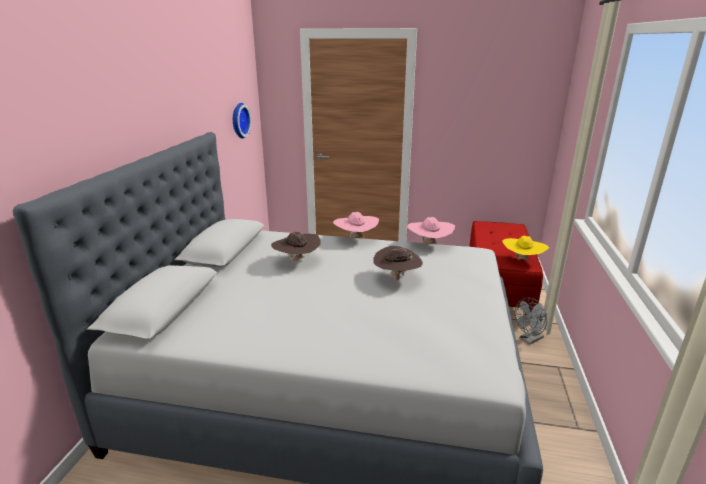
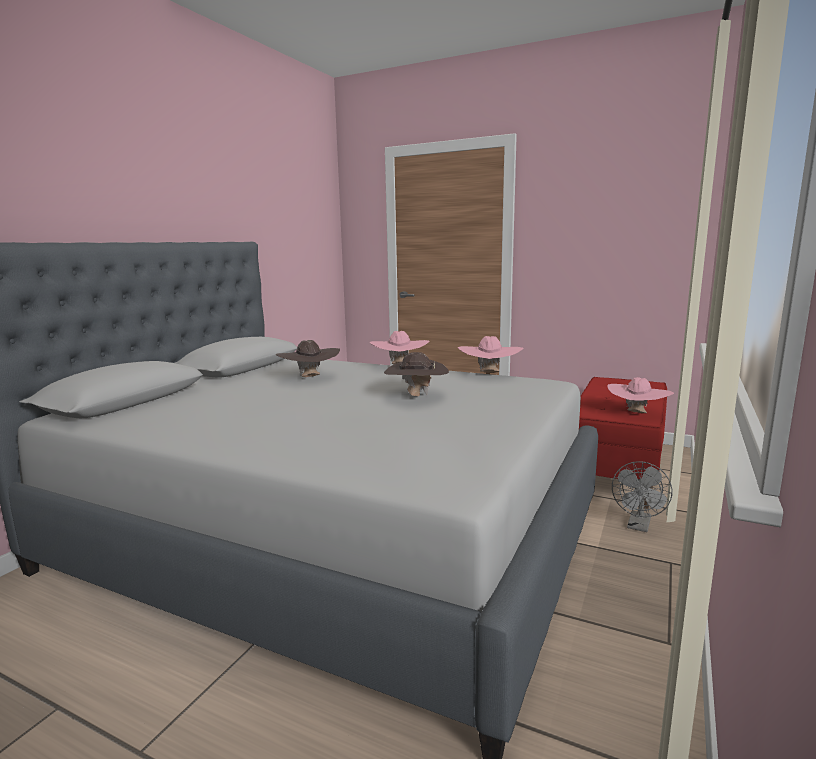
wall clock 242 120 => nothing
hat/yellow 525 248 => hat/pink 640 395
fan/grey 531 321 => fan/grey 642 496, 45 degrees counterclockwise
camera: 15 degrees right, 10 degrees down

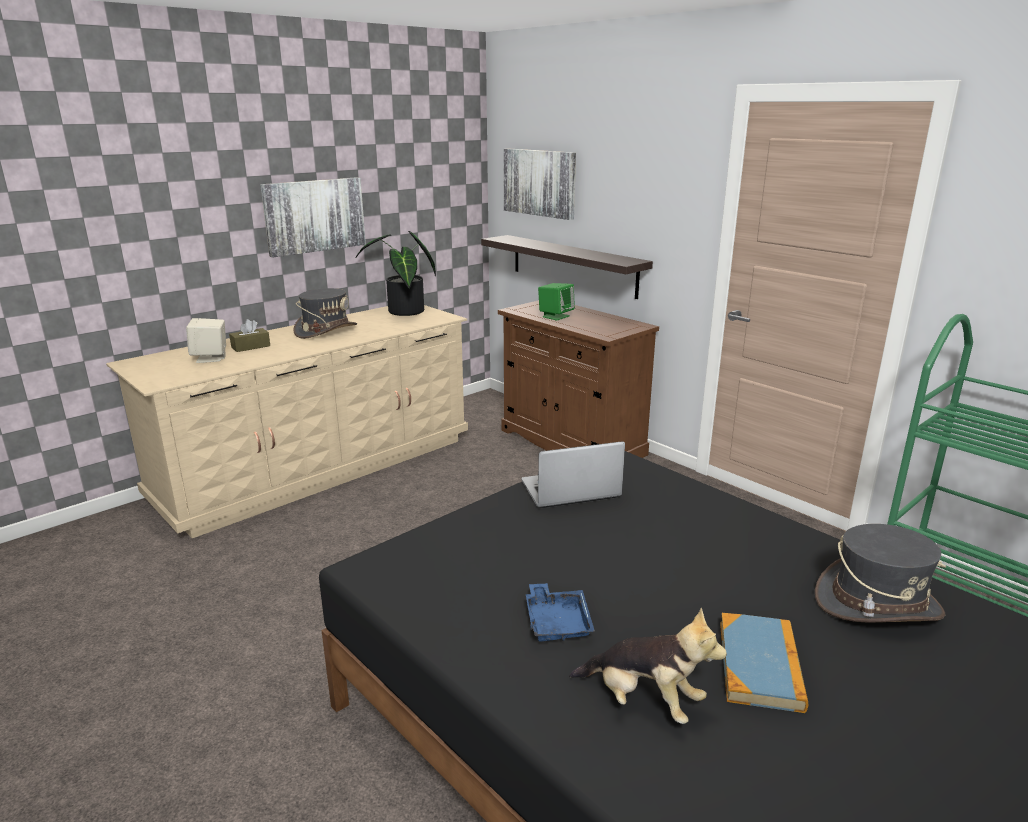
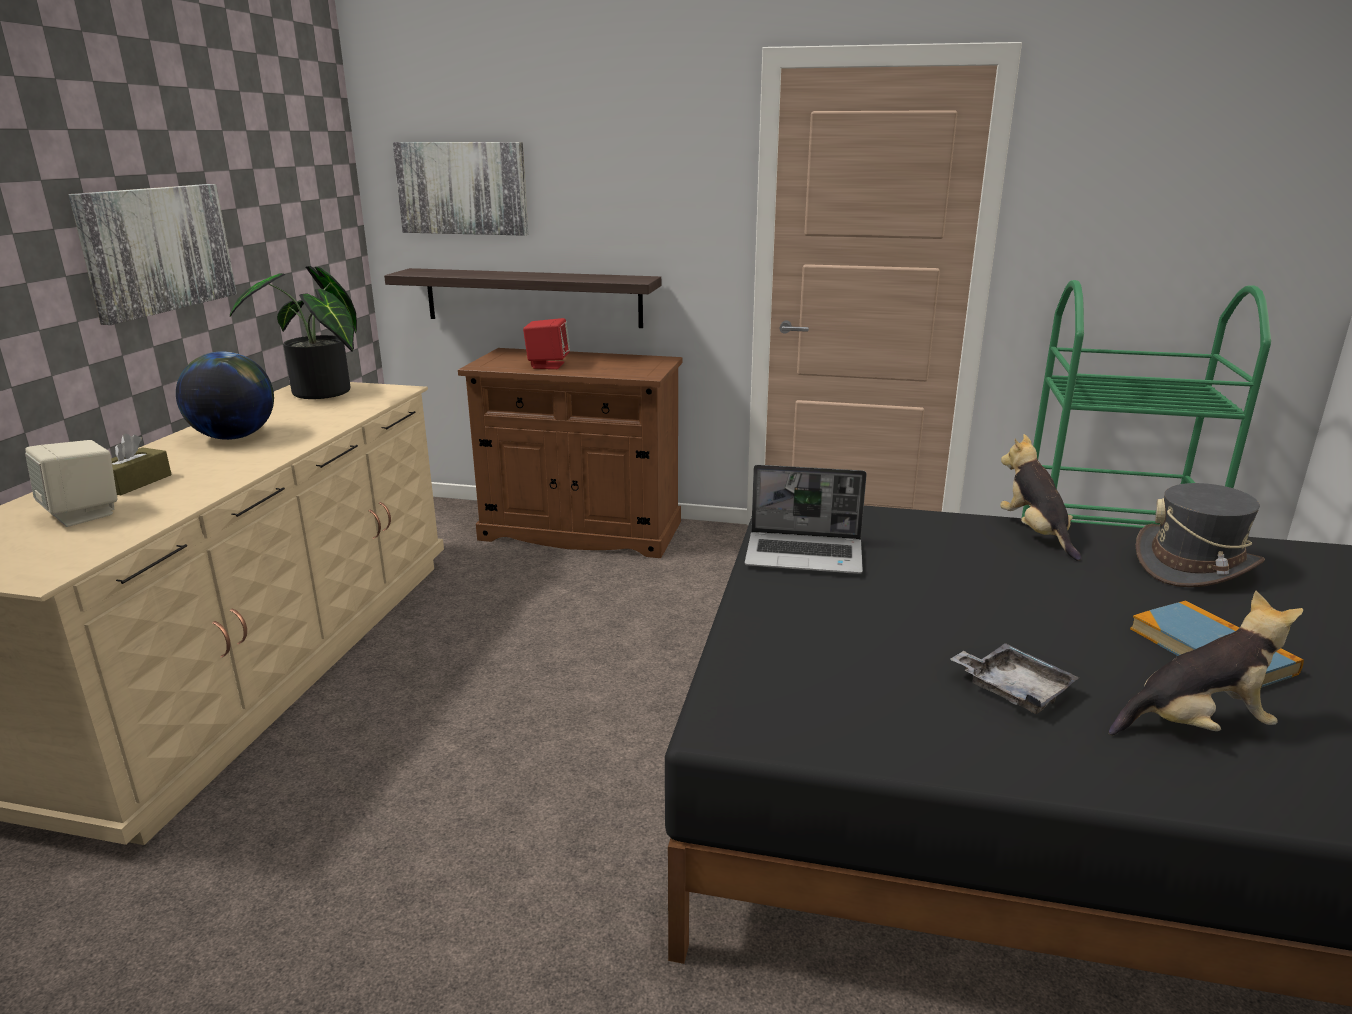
speaker/green 556 302 => speaker/red 546 343
hat/grey 325 313 => globe 225 395
laptop 573 474 => laptop 806 519, 120 degrees counterclockwise
tray/blue 560 612 => tray/grey 1014 678
nothing => plush toy 1041 497
camera: 35 degrees left, 0 degrees up

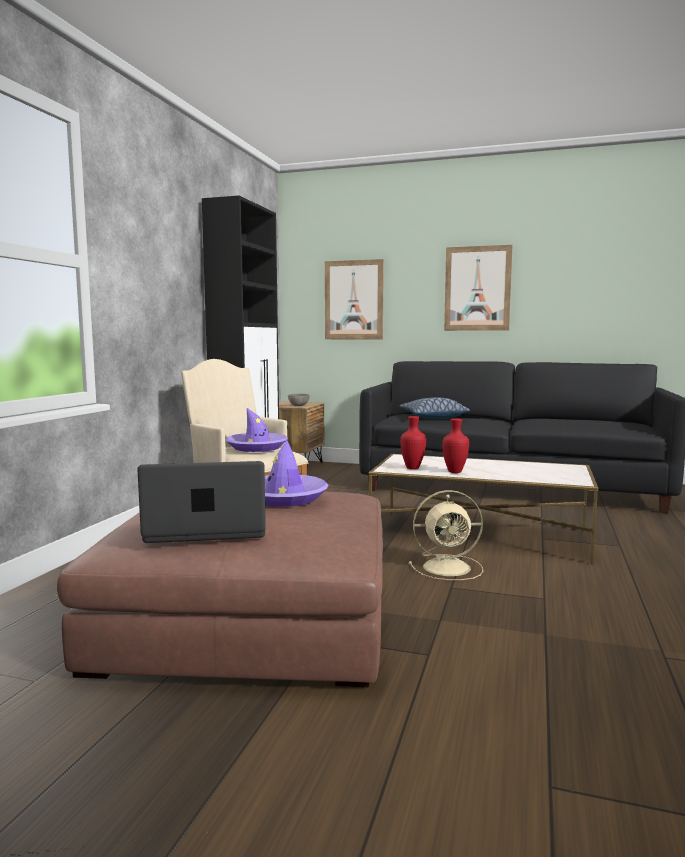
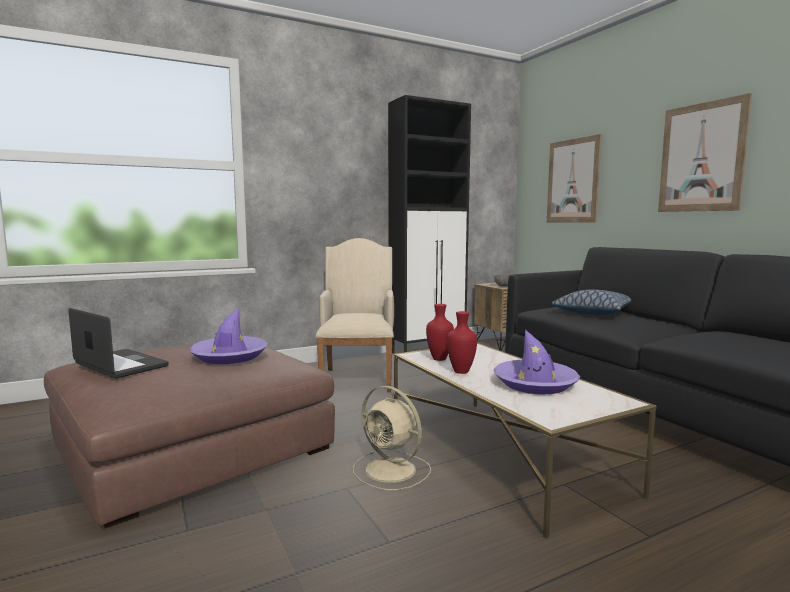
hat/purple 256 430 => hat/purple 536 362, relocated
camera: 45 degrees right, 0 degrees up

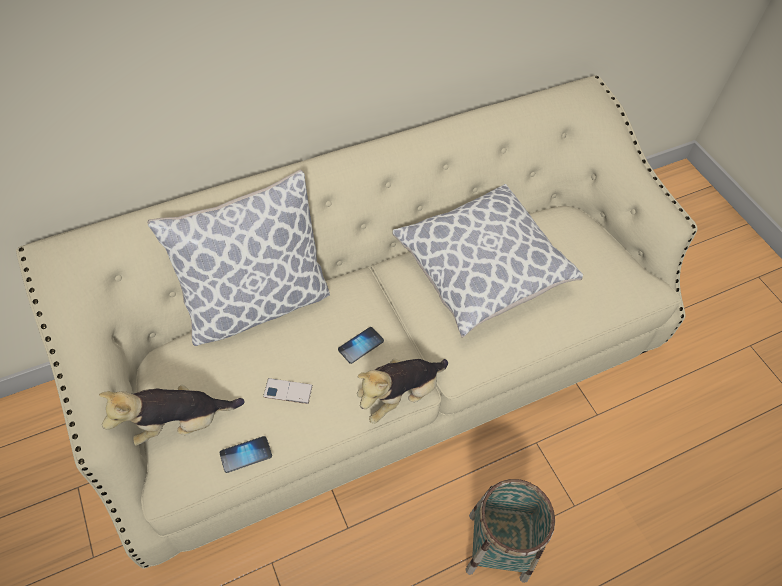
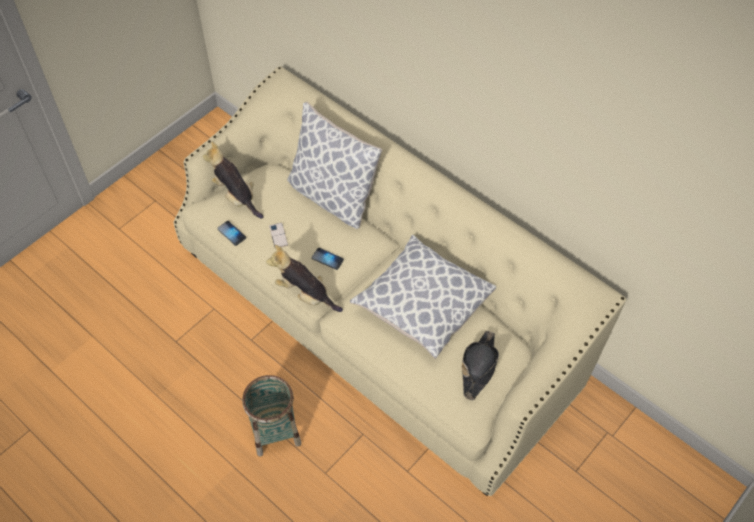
nothing => hat/black 480 365
camera: 70 degrees right, 0 degrees up

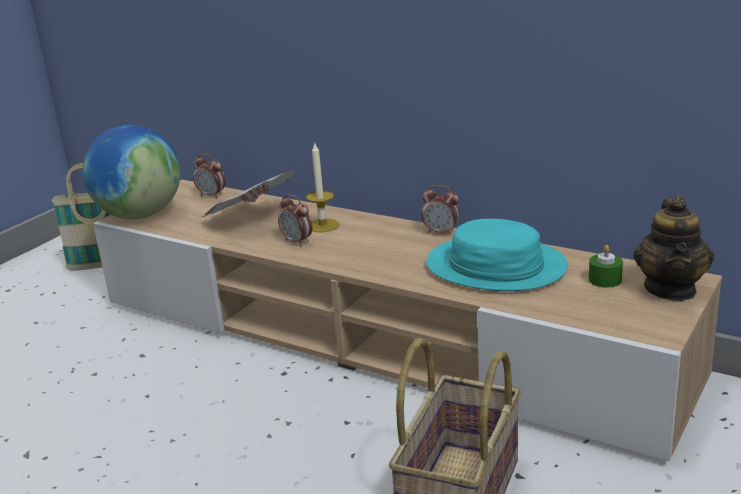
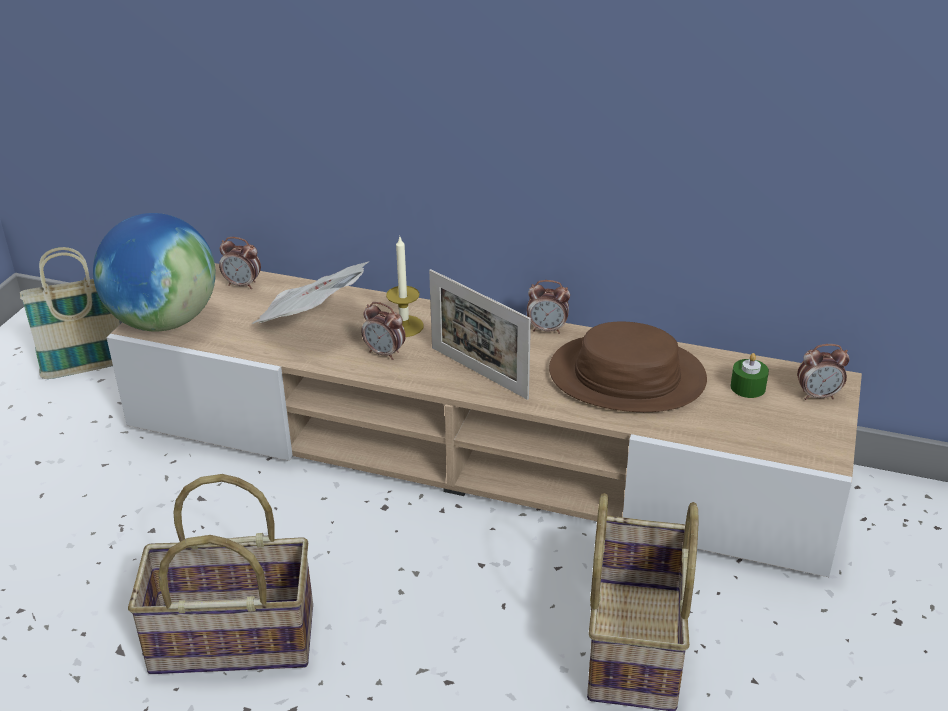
teapot 673 248 => alarm clock 823 372
hat/turquoise 497 255 => hat/brown 628 367
nothing => picture frame 480 334
nothing => basket 220 574
camera: 15 degrees left, 10 degrees up

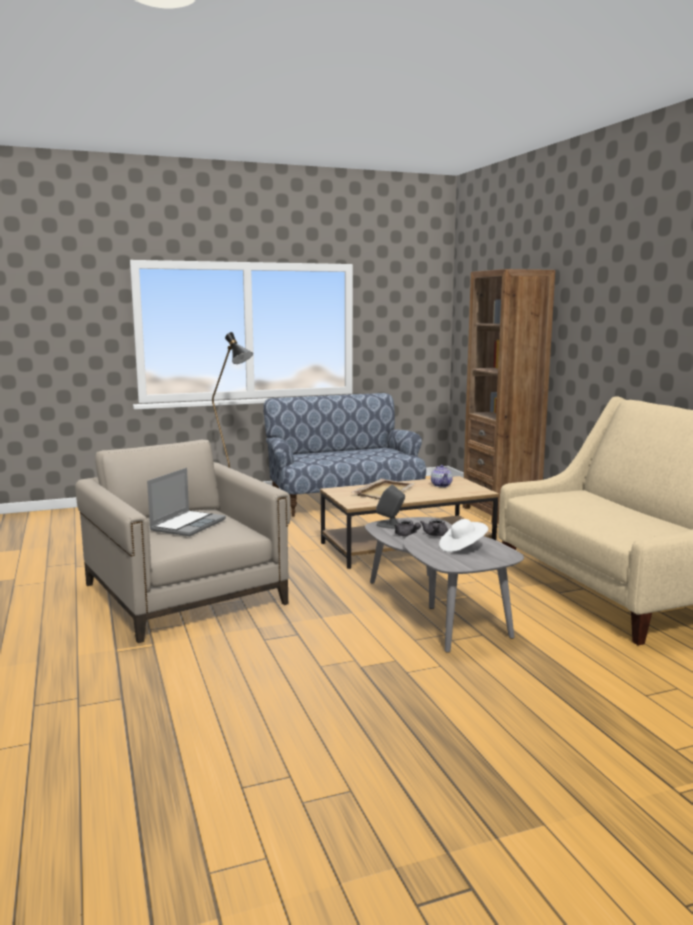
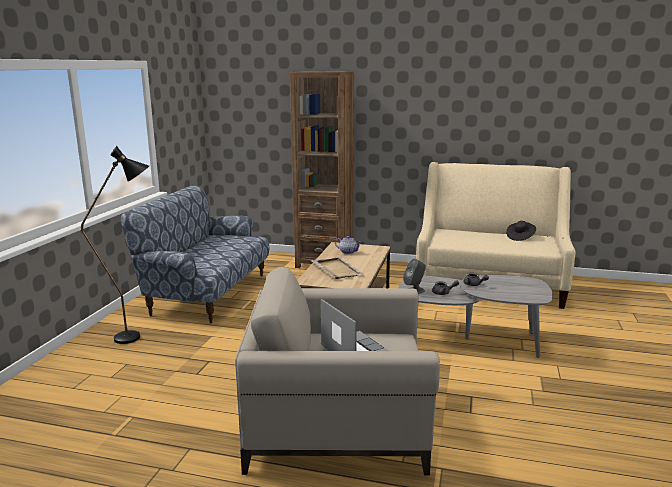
hat/white 463 535 => nothing
nothing => hat/black 521 231
camera: 55 degrees left, 5 degrees up

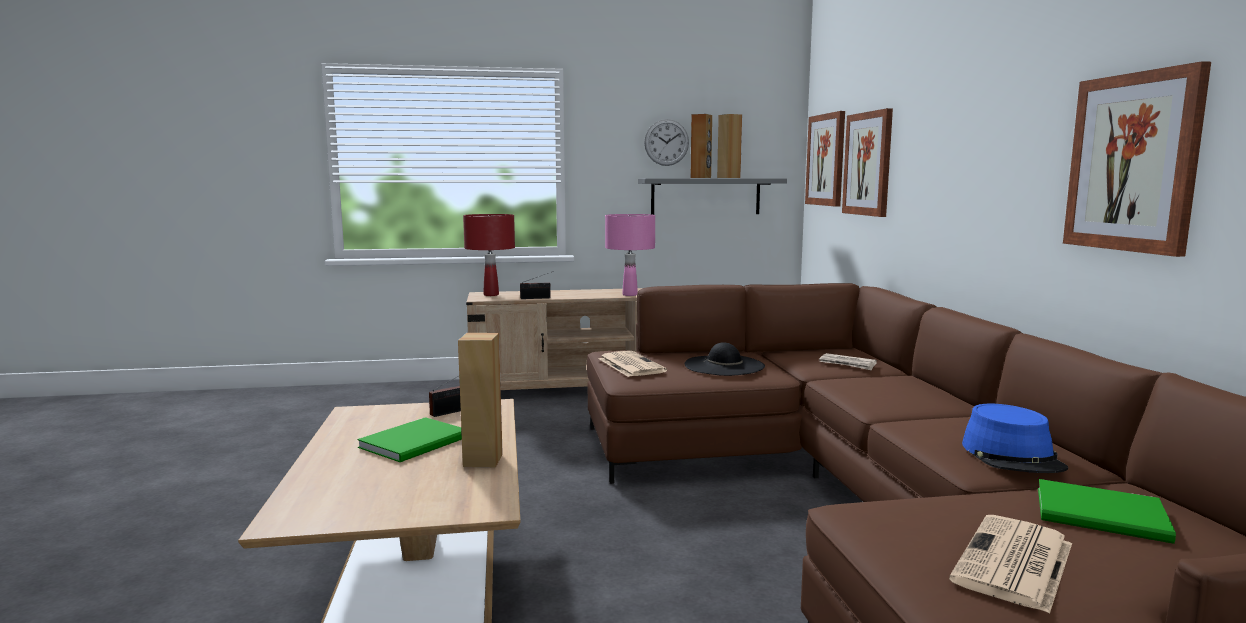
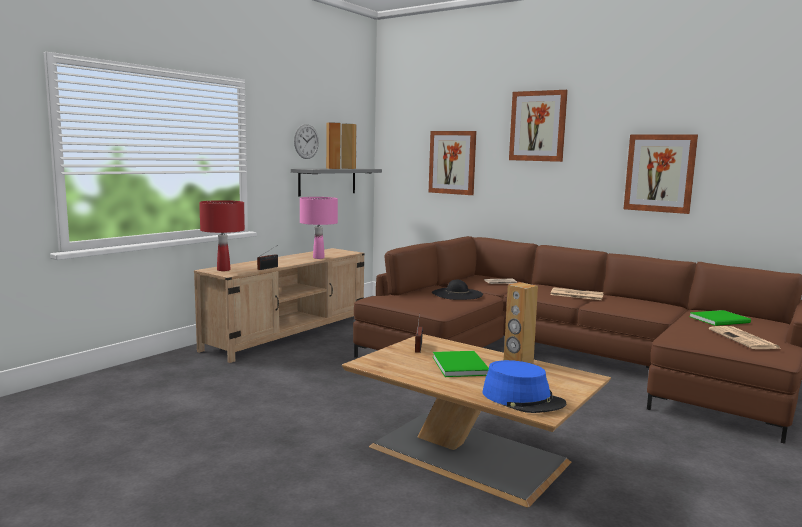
picture 825 159 => picture 538 126, relocated
newspaper 633 364 => newspaper 577 293, relocated
hat/blue 1015 438 => hat/blue 524 386, relocated
camera: 45 degrees left, 0 degrees up

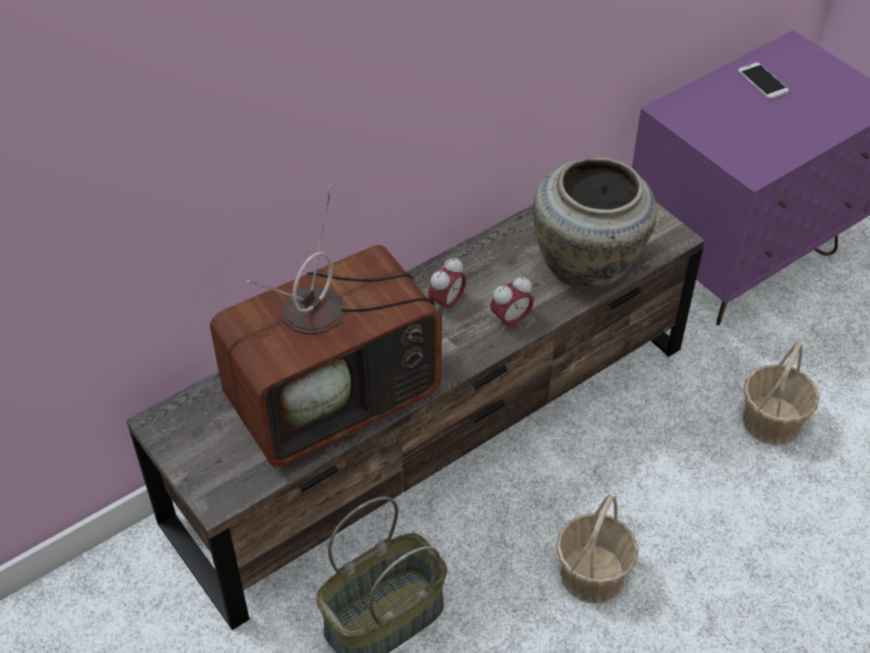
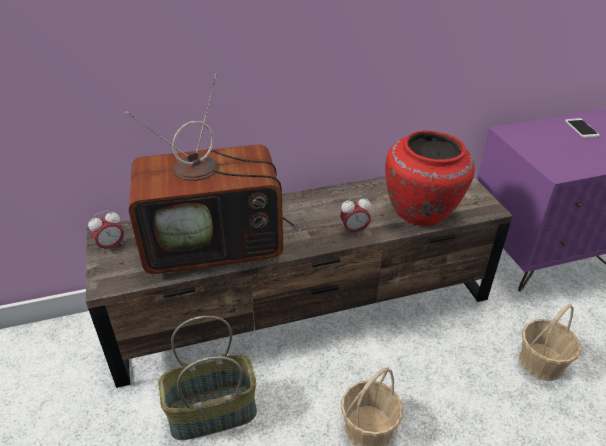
vase/beige 595 224 => vase/red 430 178
alarm clock 447 286 => alarm clock 106 231, relocated
camera: 20 degrees right, 10 degrees down

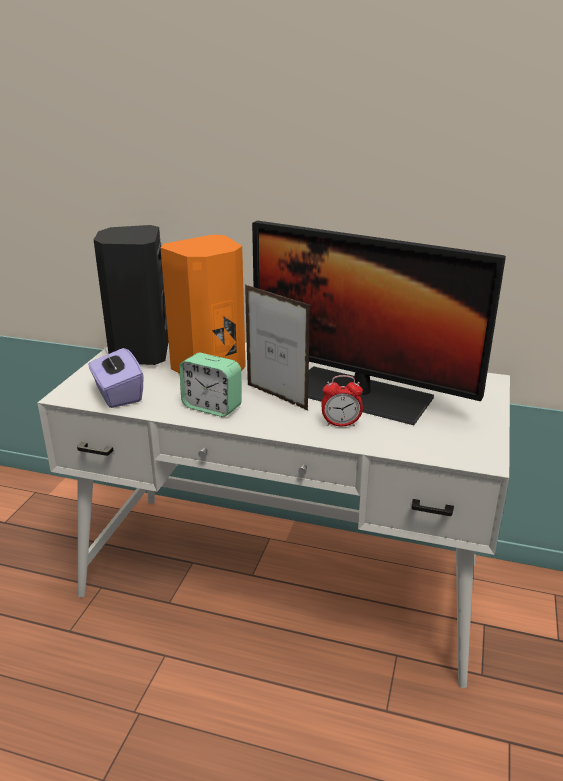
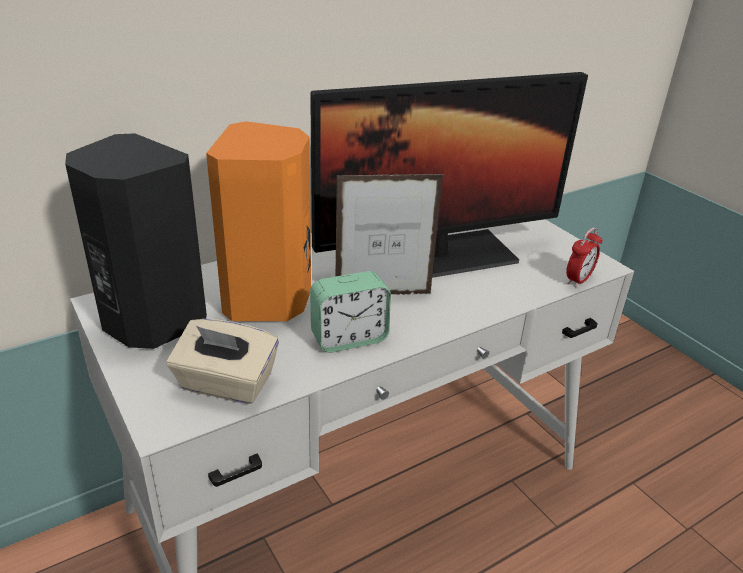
tissue box/purple 116 376 => tissue box/beige 223 361
alarm clock 342 400 => alarm clock 584 257, relocated
camera: 50 degrees left, 5 degrees up

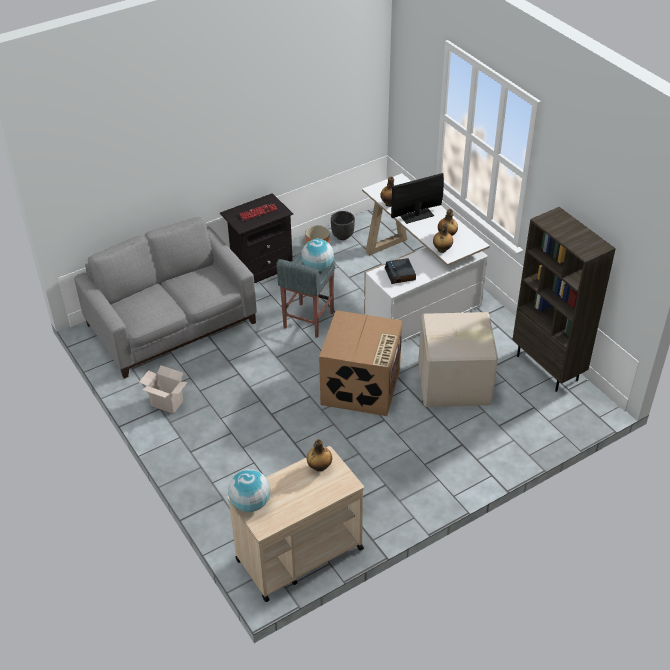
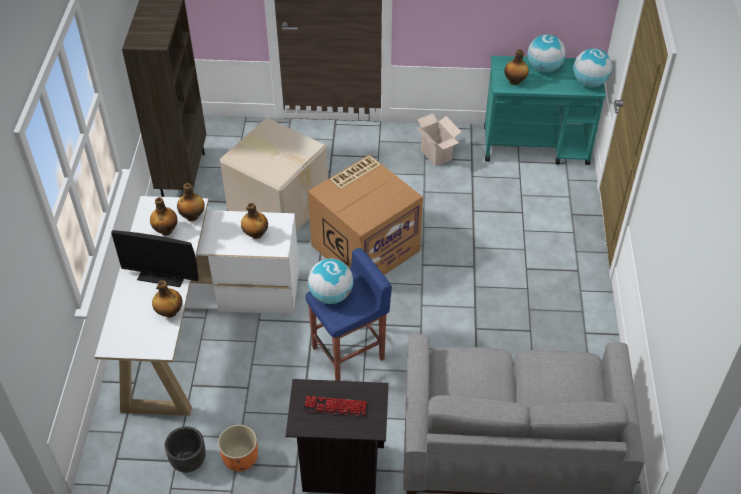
stool/grey 305 296 => stool/blue 349 314
alarm clock 400 271 => bottle 254 221
cardboard box 163 389 => cardboard box 438 140, relocated
cart/beige 295 524 => cart/turquoise 545 110
nothing => globe 546 53
camera: 145 degrees left, 5 degrees up

